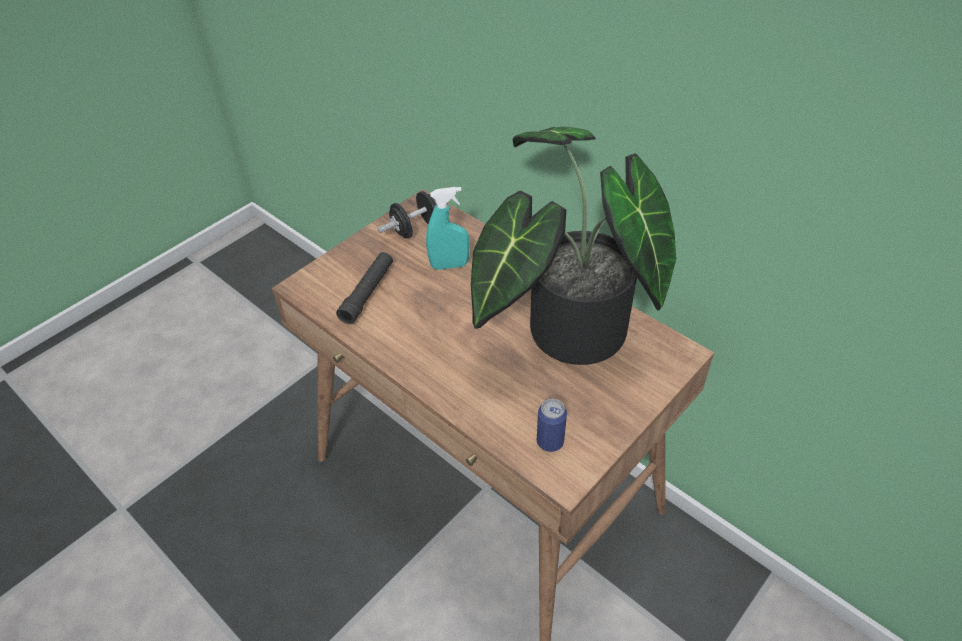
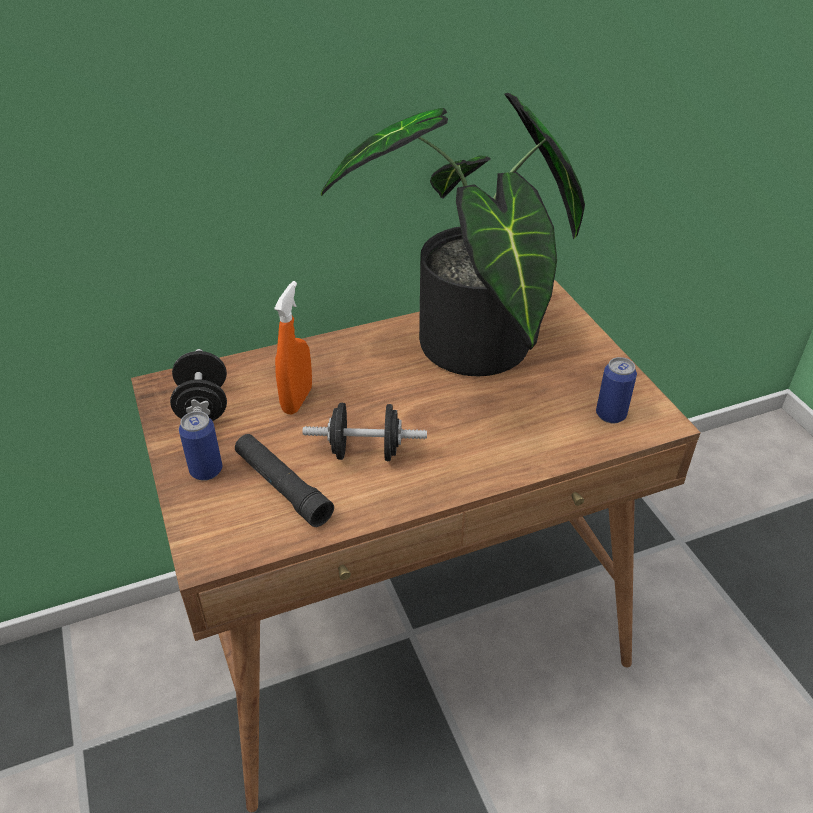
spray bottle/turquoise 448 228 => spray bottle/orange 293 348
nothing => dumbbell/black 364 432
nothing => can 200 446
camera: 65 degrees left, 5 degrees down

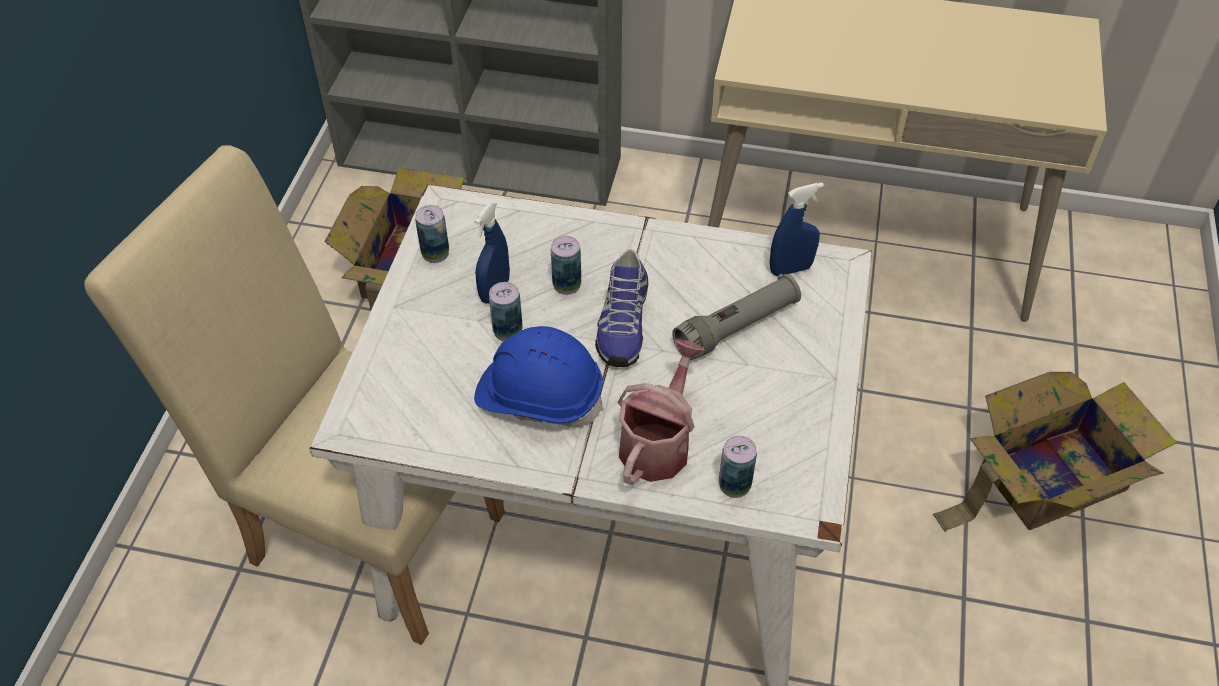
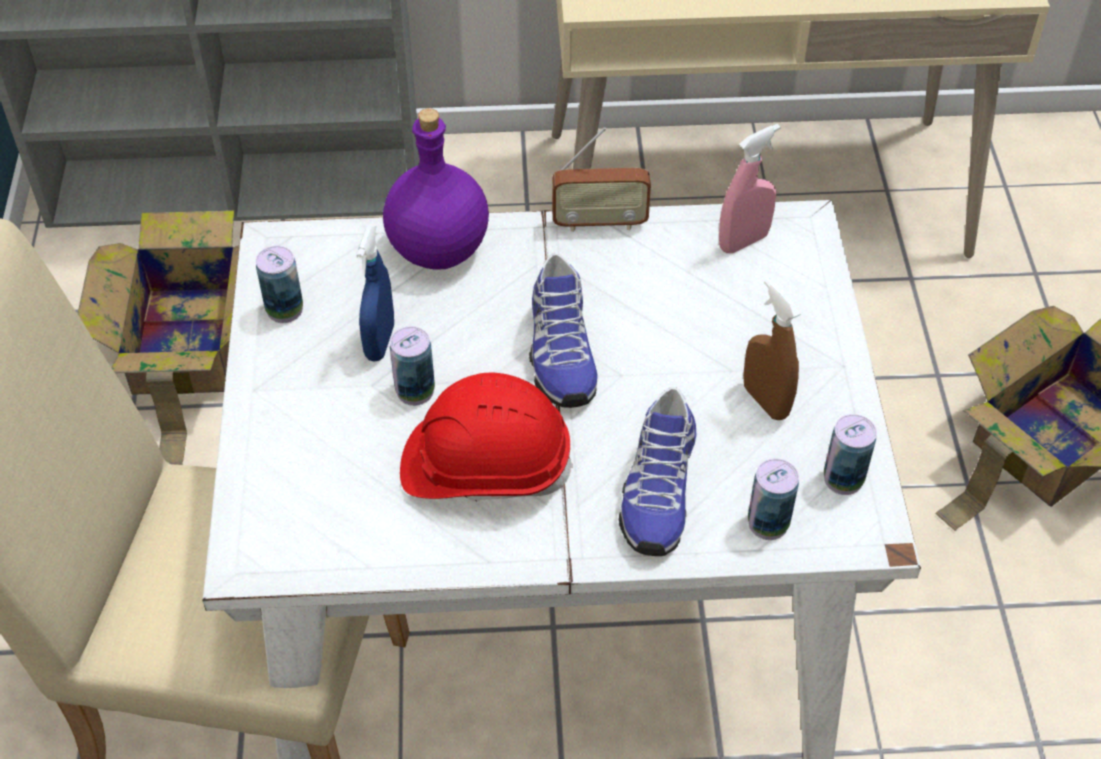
spray bottle/blue 797 229 => spray bottle/pink 749 188
can 566 265 => can 850 454, relocated
flashlight/grey 736 317 => nothing
hard hat/blue 539 376 => hard hat/red 486 437
watering can 661 412 => shoe 657 471
nothing => bottle/purple 436 189
nothing => radio 601 179
nothing => spray bottle/brown 771 349
camera: 15 degrees left, 0 degrees up

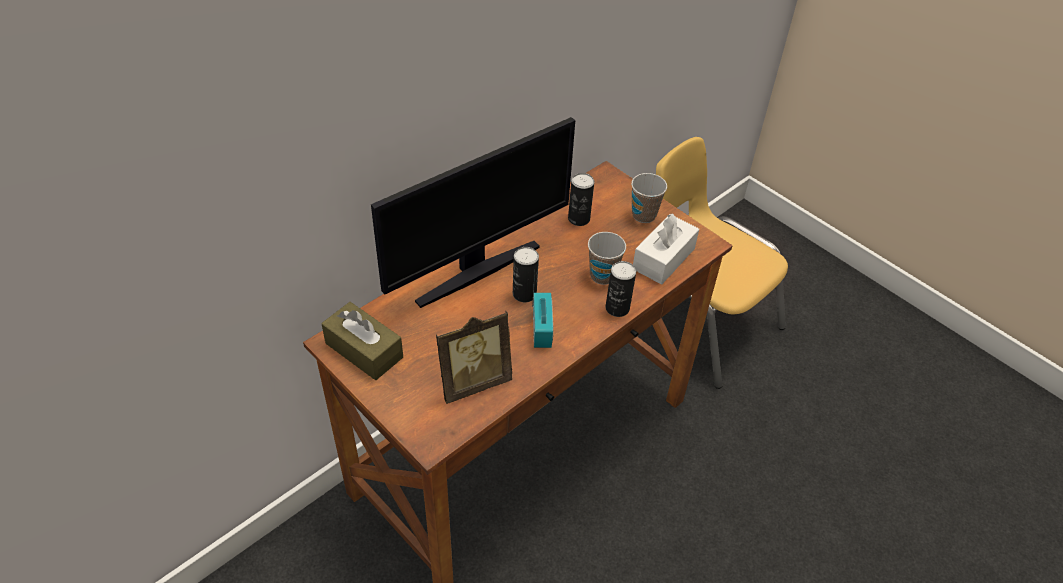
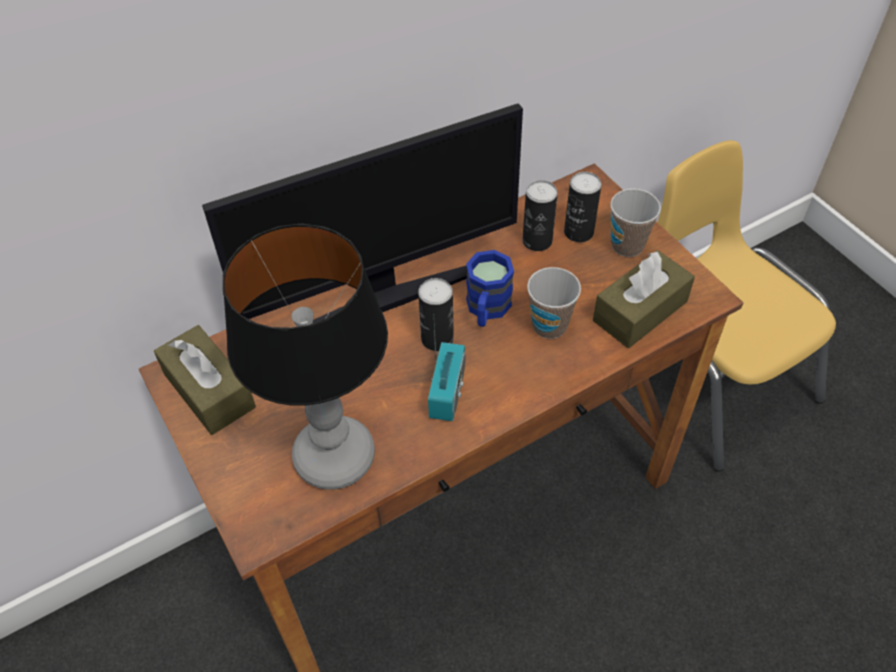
tissue box/white 666 249 => tissue box/brown 644 299
can 621 289 => can 582 207, relocated
picture frame 474 357 => table lamp 305 356
nothing => mug/blue 490 288
camera: 15 degrees right, 5 degrees up

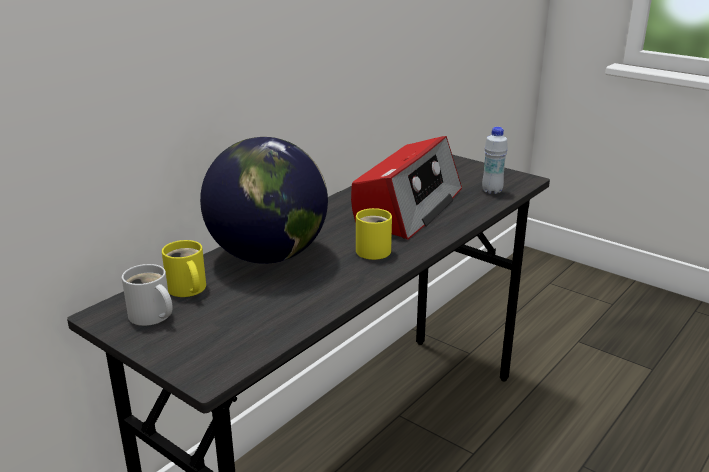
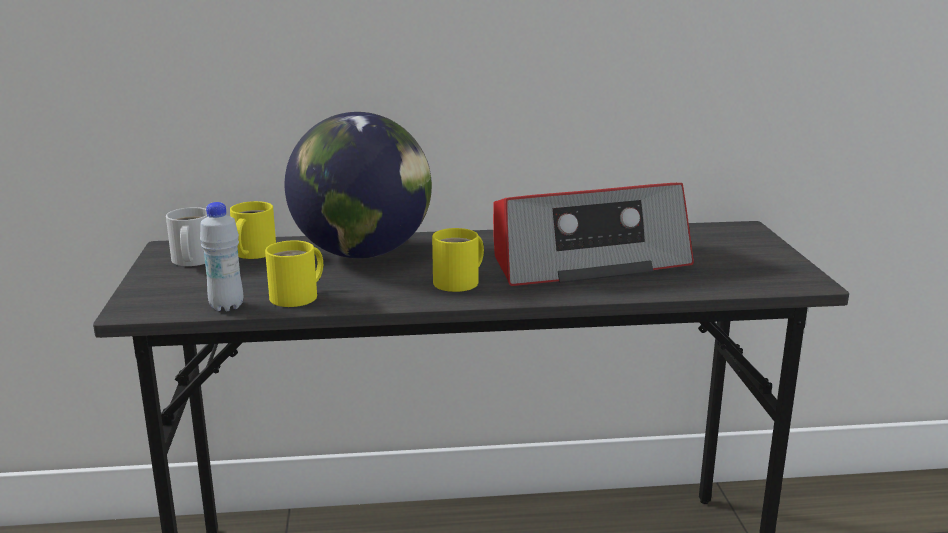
bottle/white 495 160 => bottle/white 221 257, relocated
nothing => mug/yellow 294 273
camera: 45 degrees right, 5 degrees down

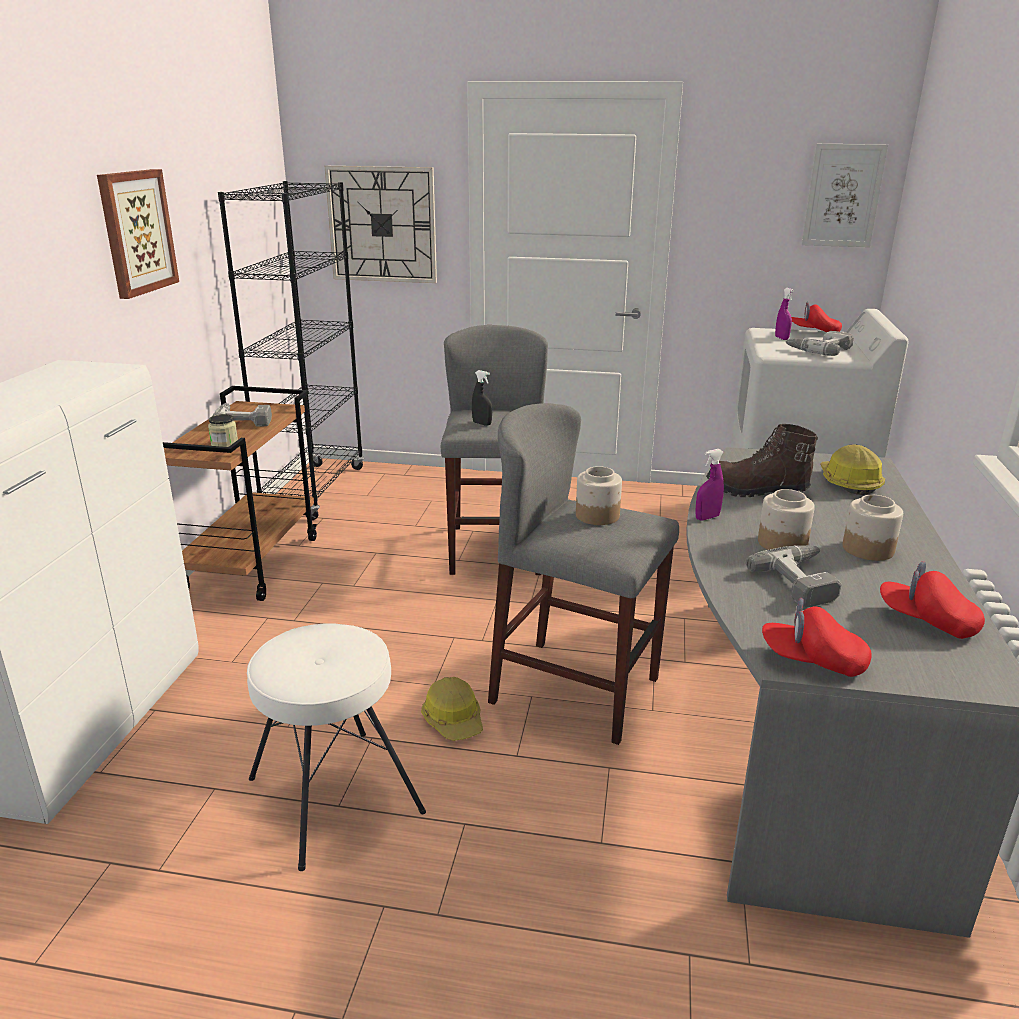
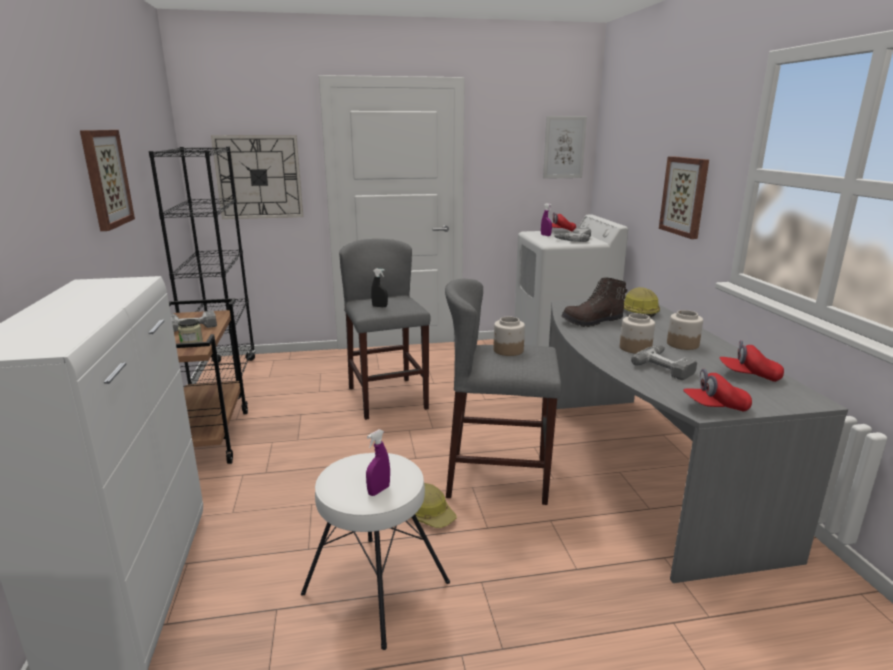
spray bottle/purple 709 485 => spray bottle/purple 378 462, relocated
nothing => picture 684 197
camera: 20 degrees left, 5 degrees down

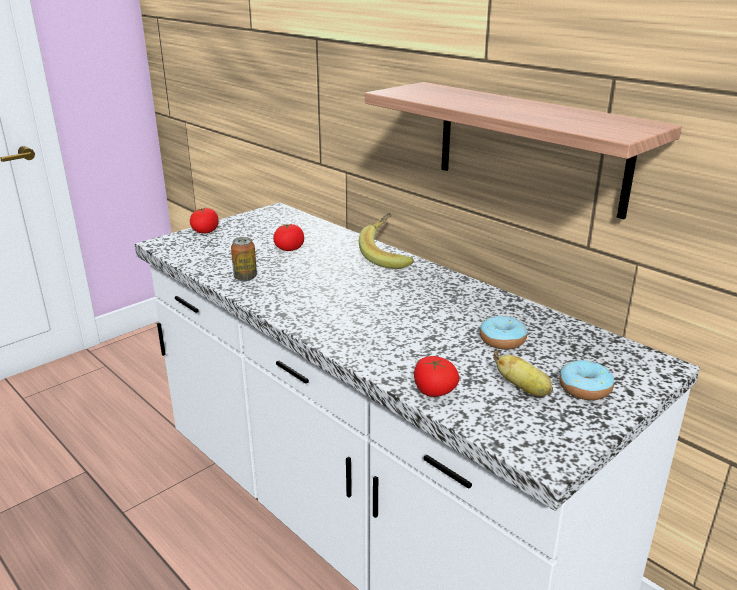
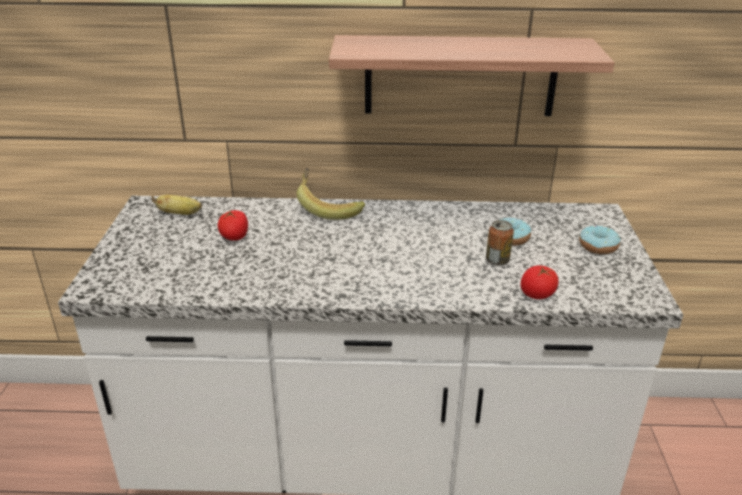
tomato 204 221 => nothing
can 244 259 => can 500 243, relocated
banana 523 373 => banana 176 205, relocated
camera: 45 degrees left, 5 degrees up

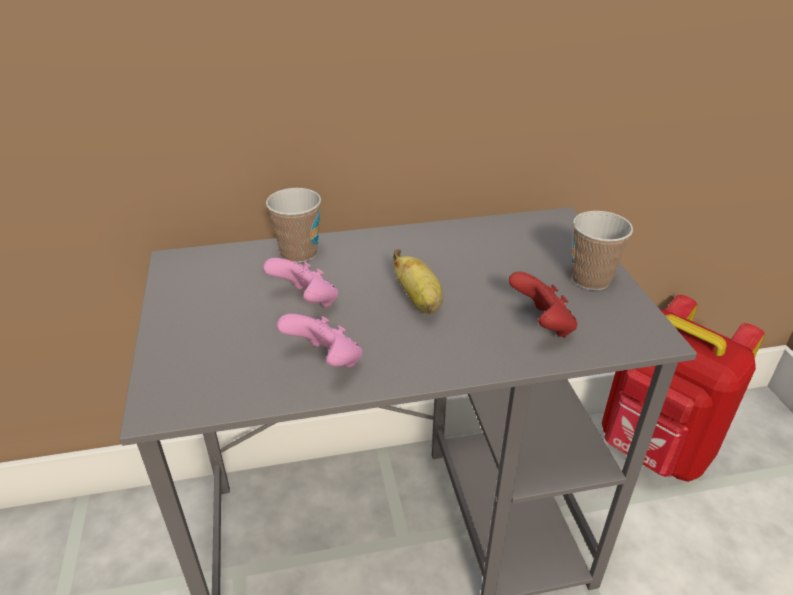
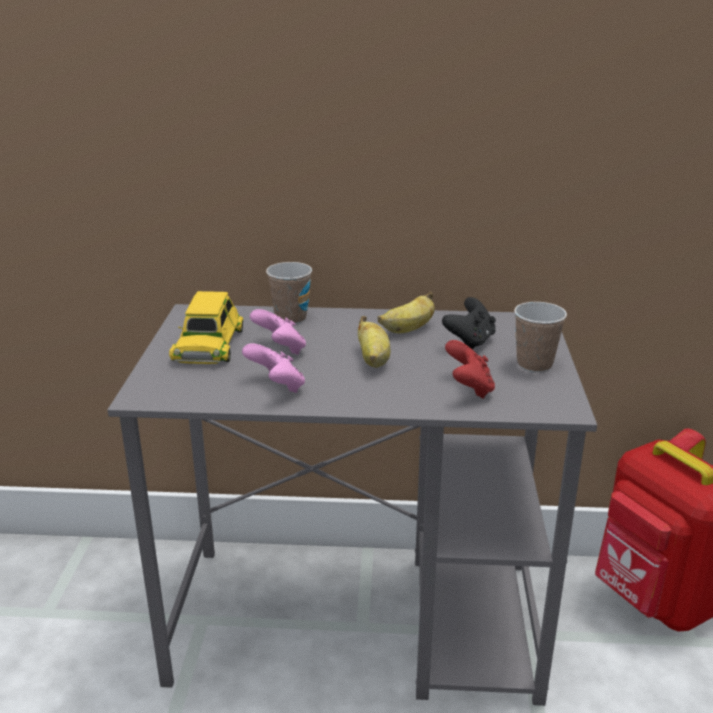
nothing => toy car/yellow 206 327
nothing => banana 406 312
nothing => game controller/black 469 323
camera: 15 degrees right, 10 degrees down

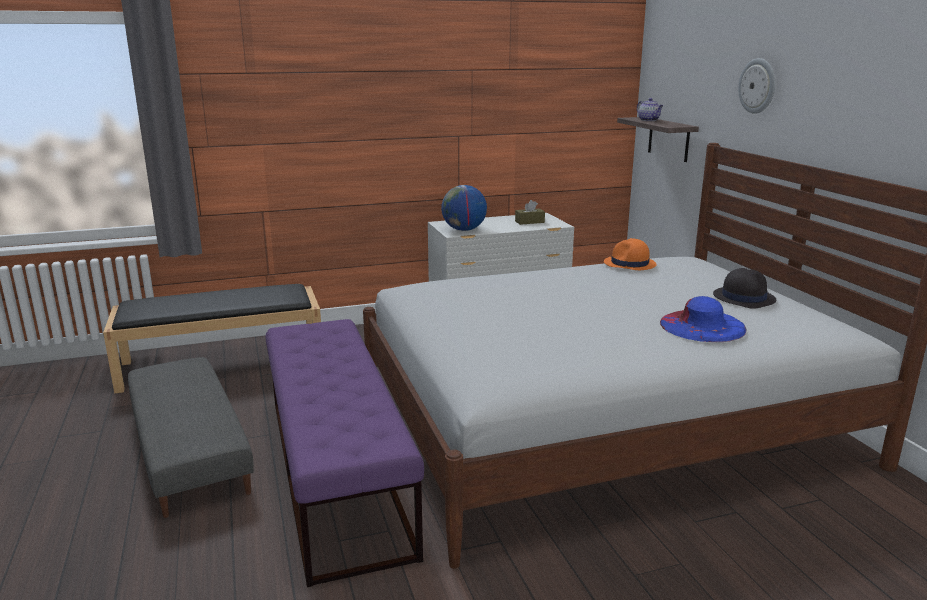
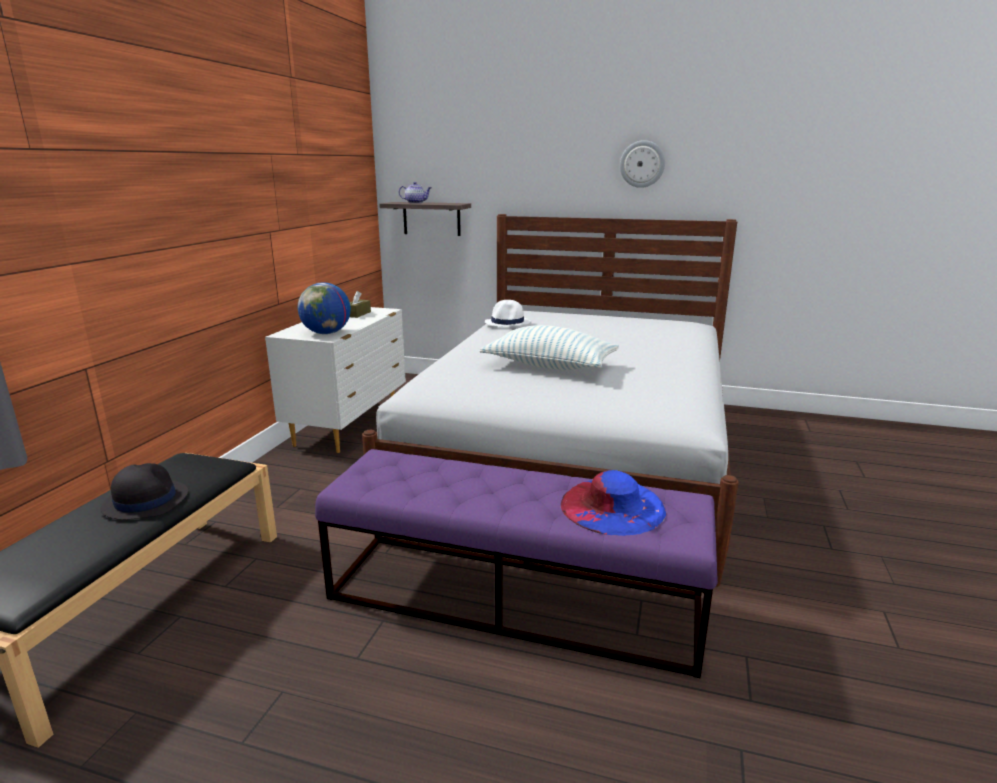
wall clock 756 86 => wall clock 642 164, relocated
hat/orange 630 254 => hat/white 507 313
hat/black 744 288 => hat/black 144 491, relocated
hat/blue 703 319 => hat/blue 613 503, relocated
ottoman/grey 191 437 => nothing
nothing => pillow 549 347
camera: 55 degrees left, 0 degrees up

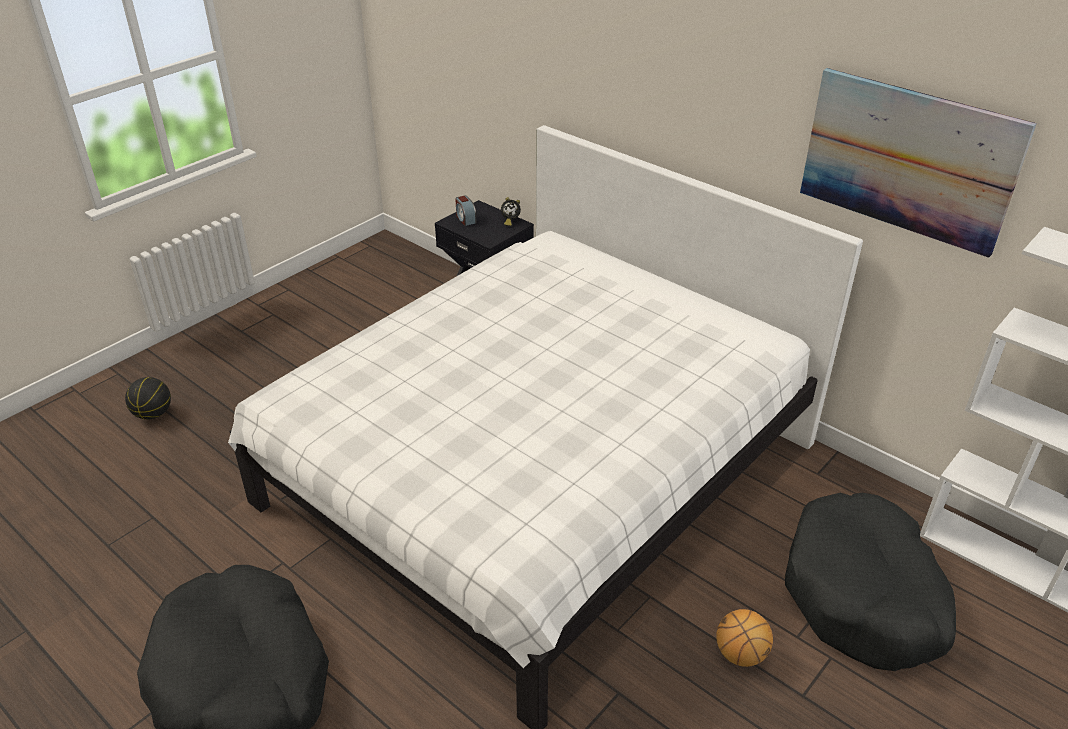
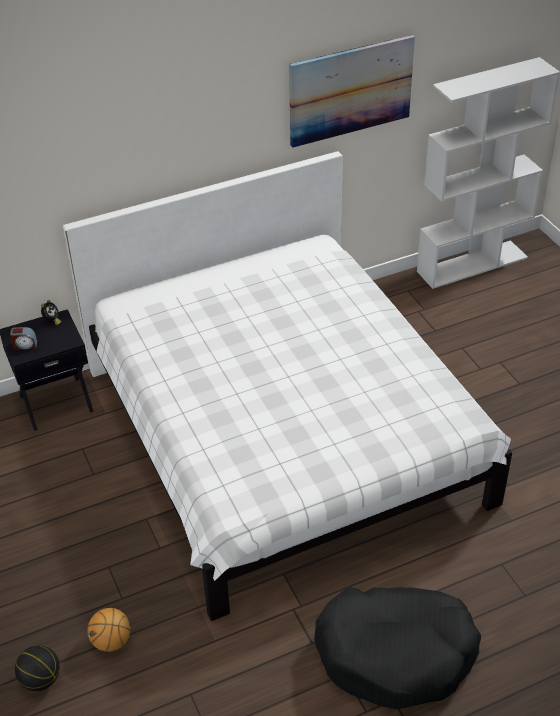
dog bed/black 870 582 => nothing
basketball 744 638 => basketball 109 630, relocated
camera: 65 degrees left, 5 degrees up

